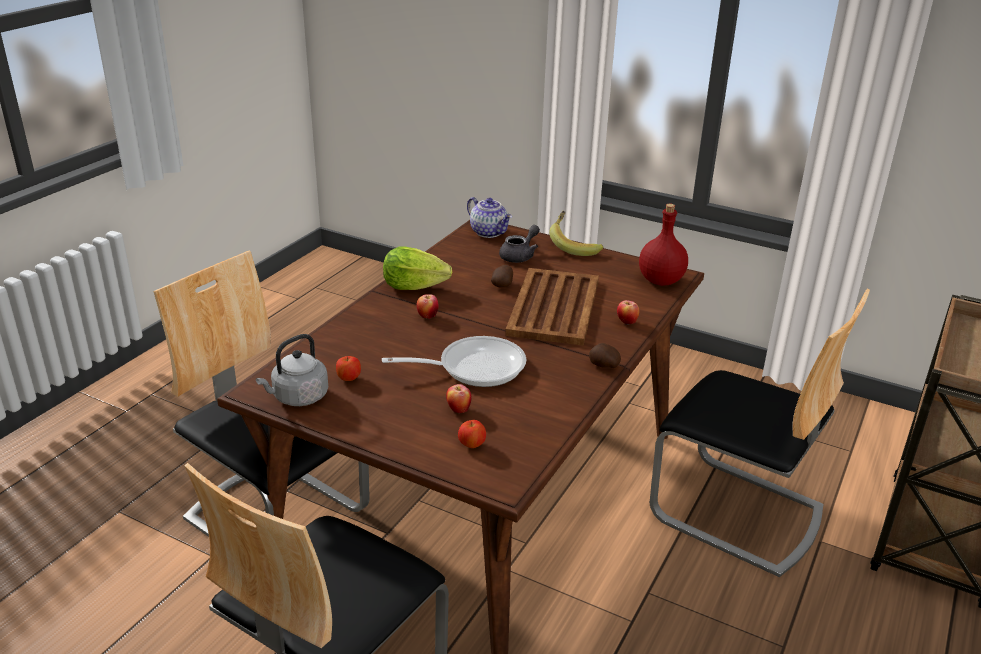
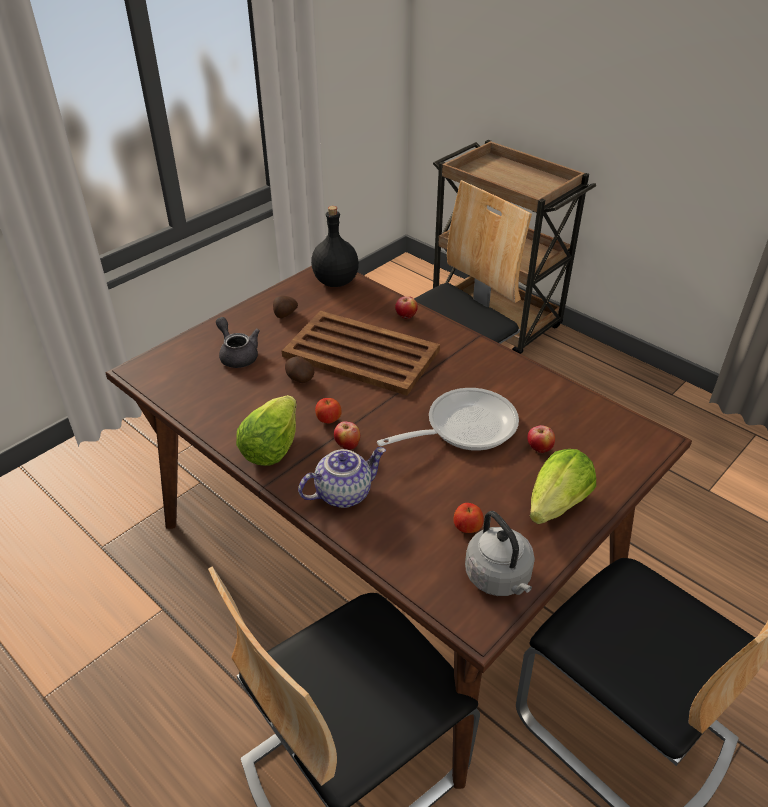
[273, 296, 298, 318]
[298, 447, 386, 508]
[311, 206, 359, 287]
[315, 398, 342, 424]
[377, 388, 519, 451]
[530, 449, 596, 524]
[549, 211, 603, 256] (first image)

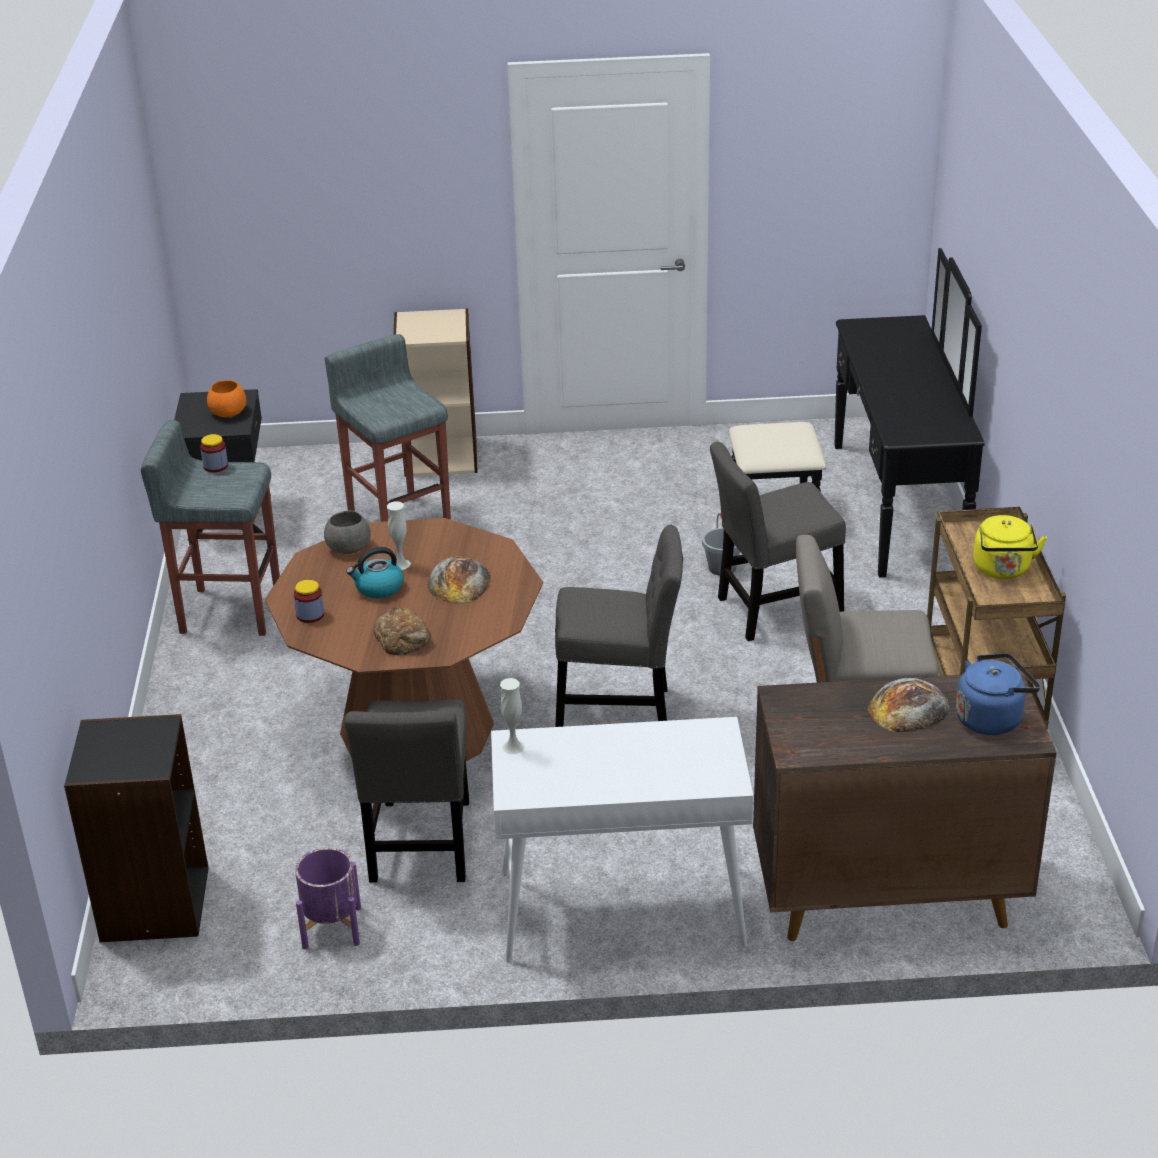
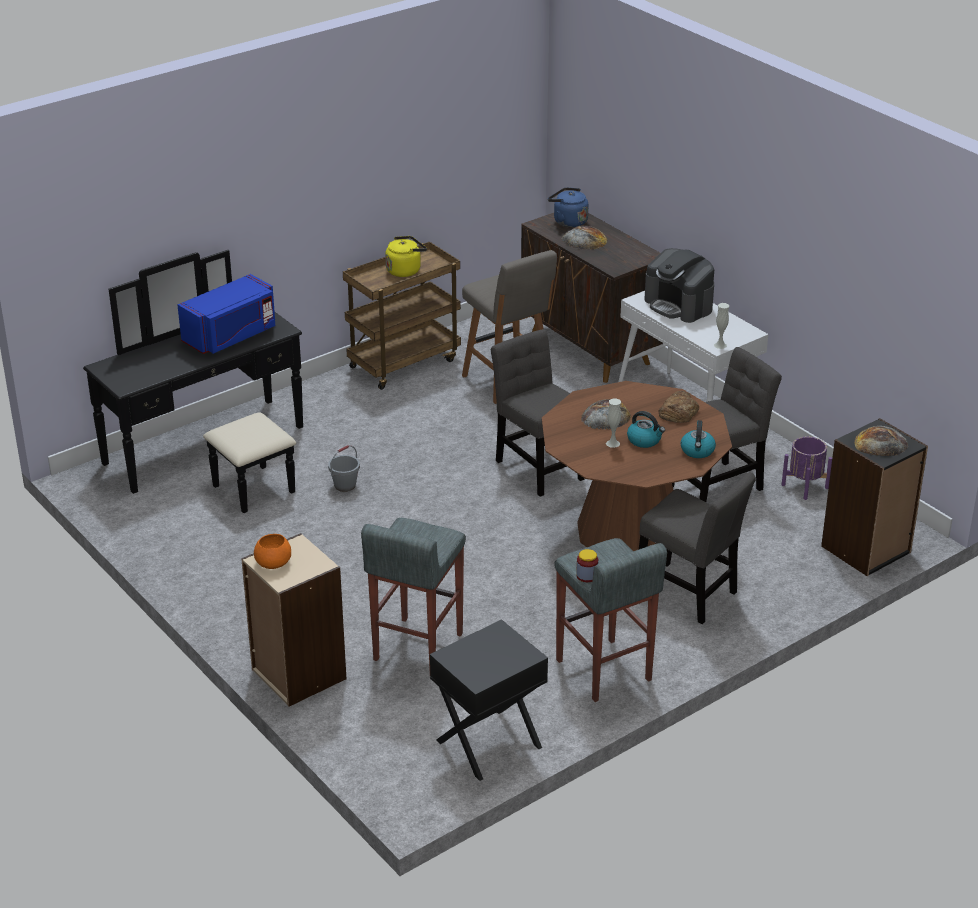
[178, 274, 275, 354]
[254, 534, 291, 569]
[639, 472, 756, 624]
[644, 248, 714, 323]
[681, 420, 716, 458]
[854, 426, 908, 456]
[324, 511, 371, 554] (first image)

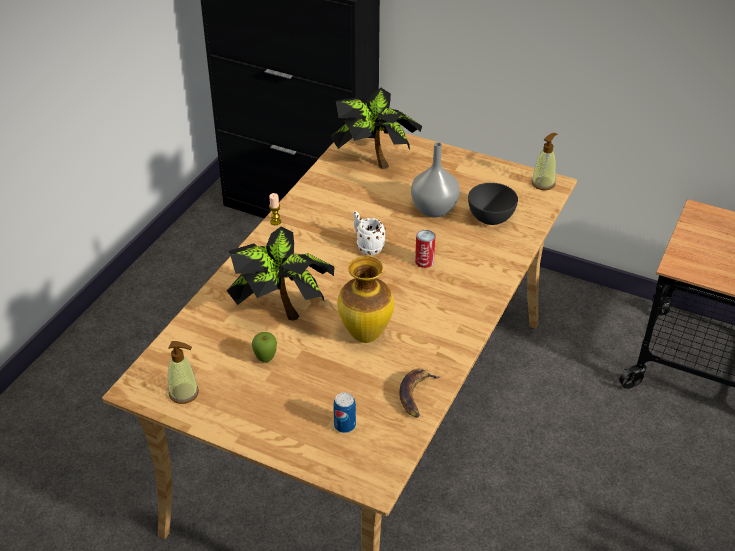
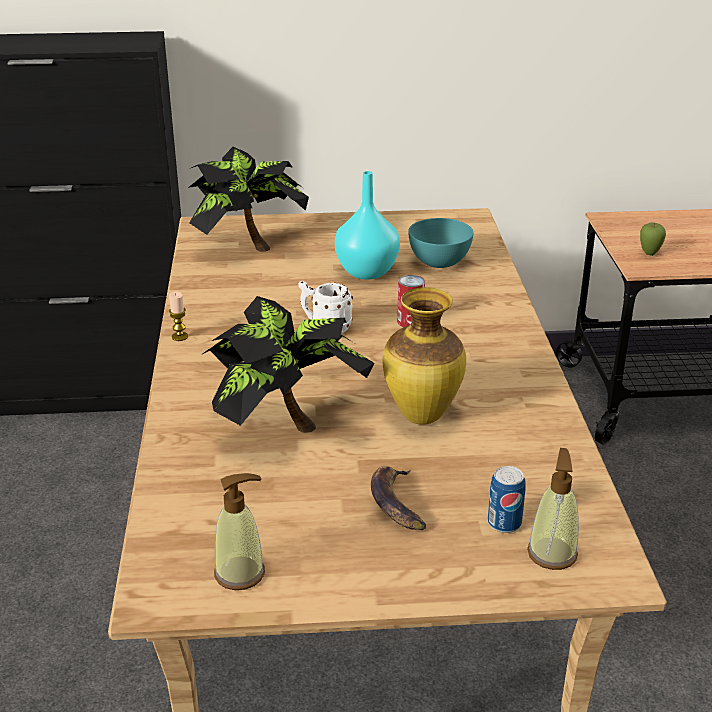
[335, 171, 400, 279]
[371, 466, 426, 530]
[408, 218, 474, 268]
[527, 448, 579, 570]
[640, 223, 666, 256]

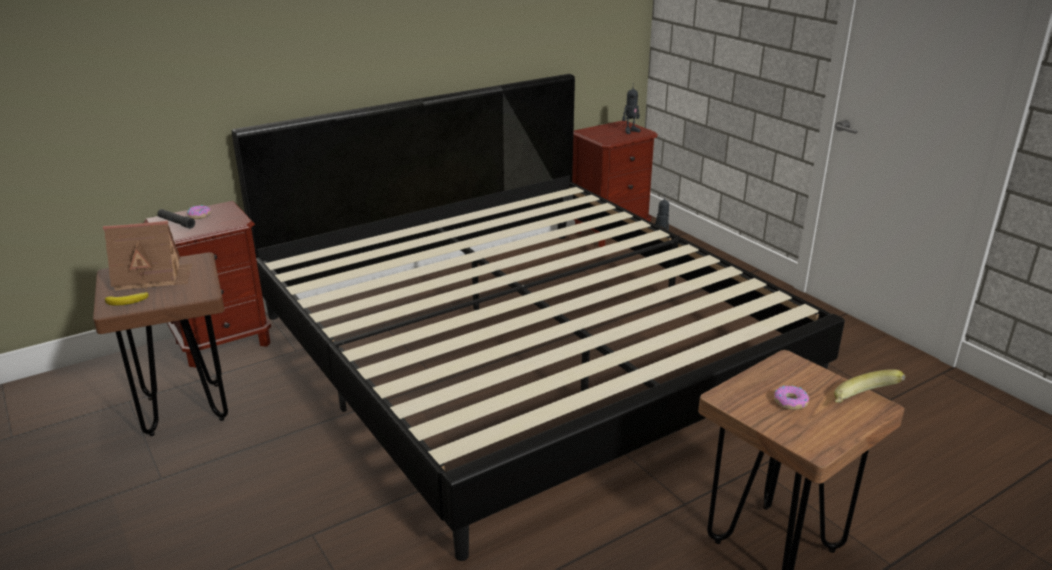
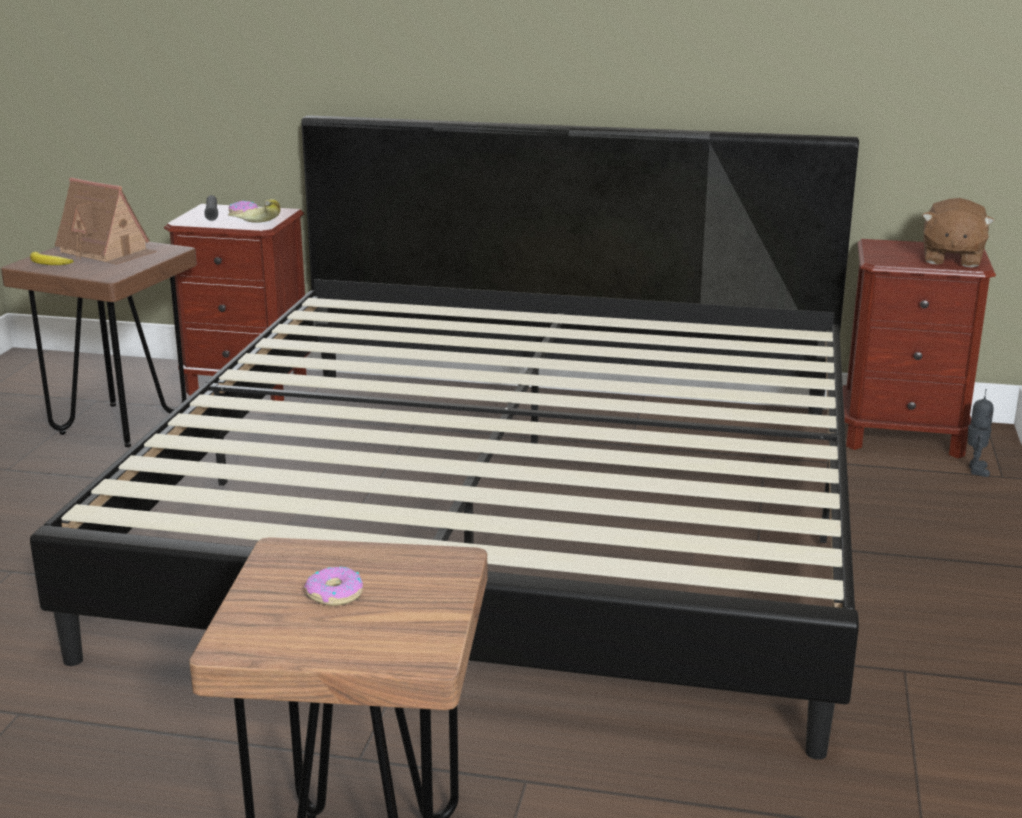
[228, 199, 281, 223]
[922, 198, 994, 267]

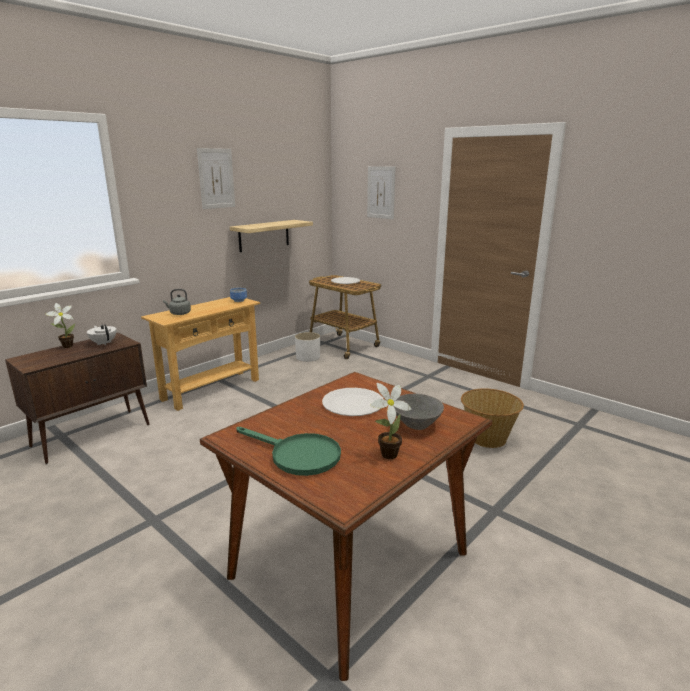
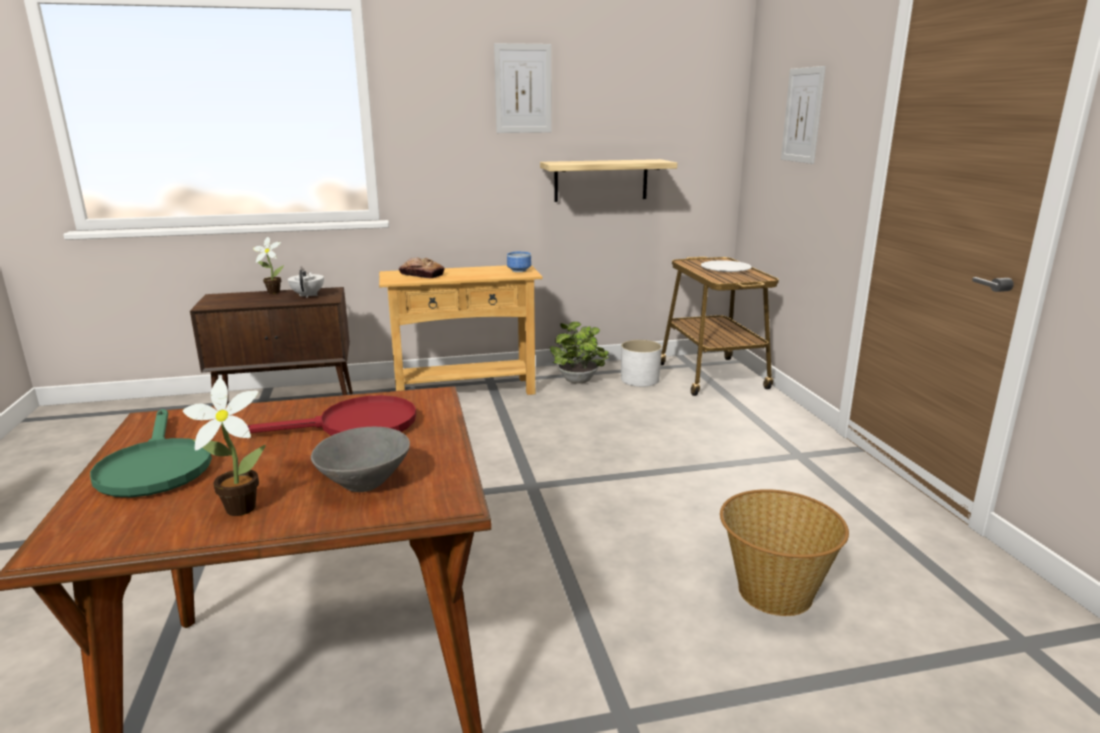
[247, 395, 416, 436]
[399, 257, 445, 278]
[550, 322, 610, 384]

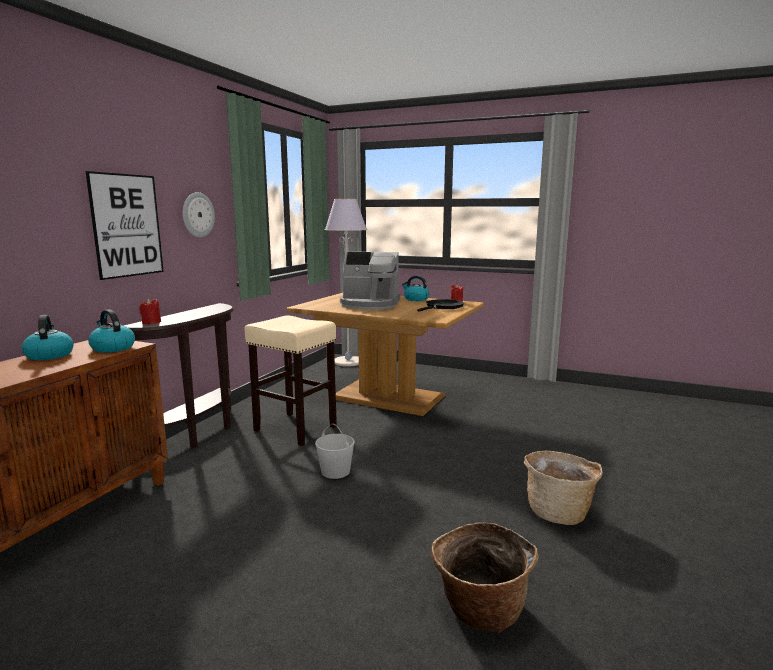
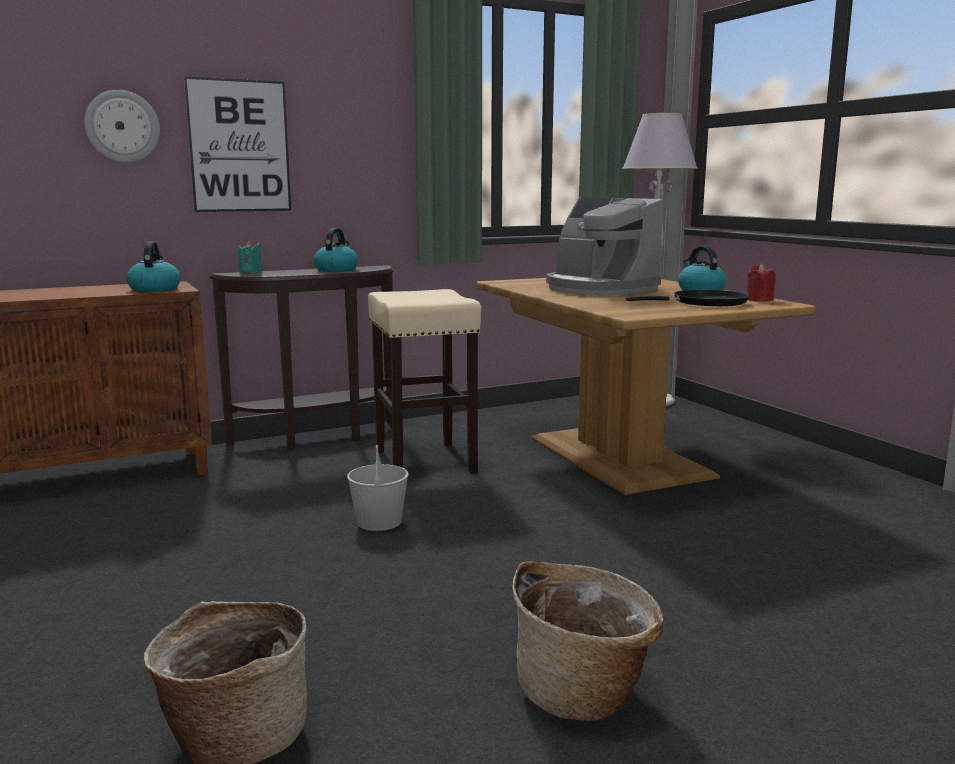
[84, 90, 160, 163]
[238, 241, 262, 274]
[314, 228, 358, 272]

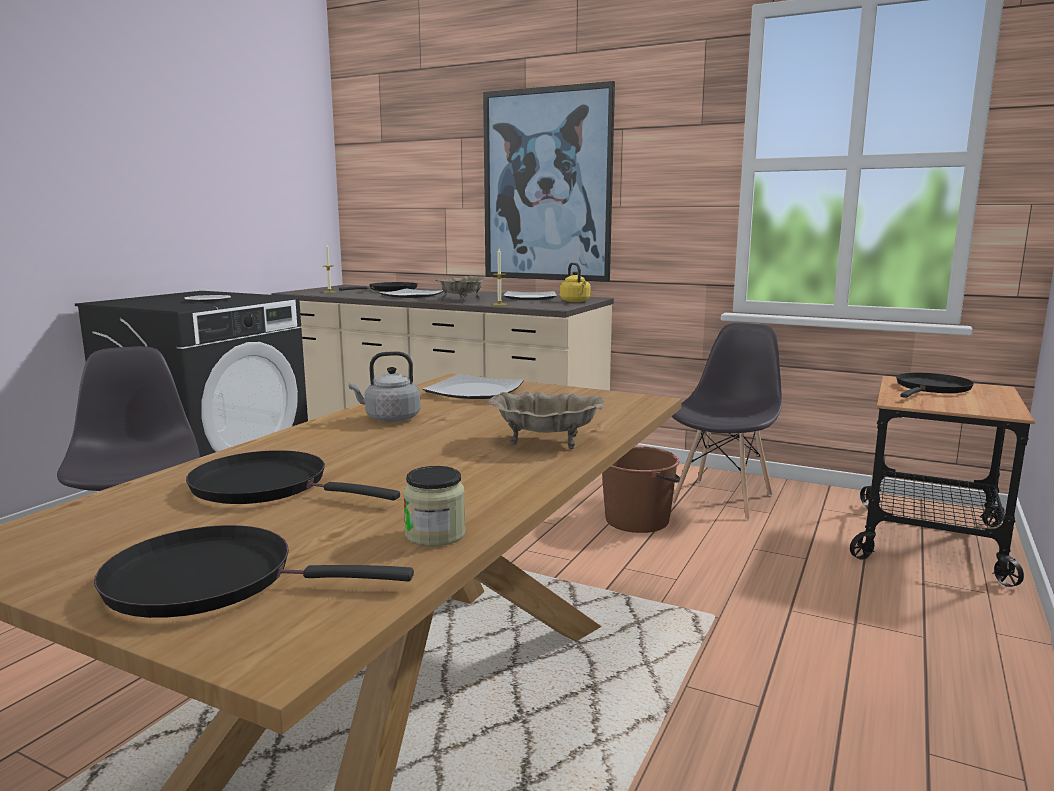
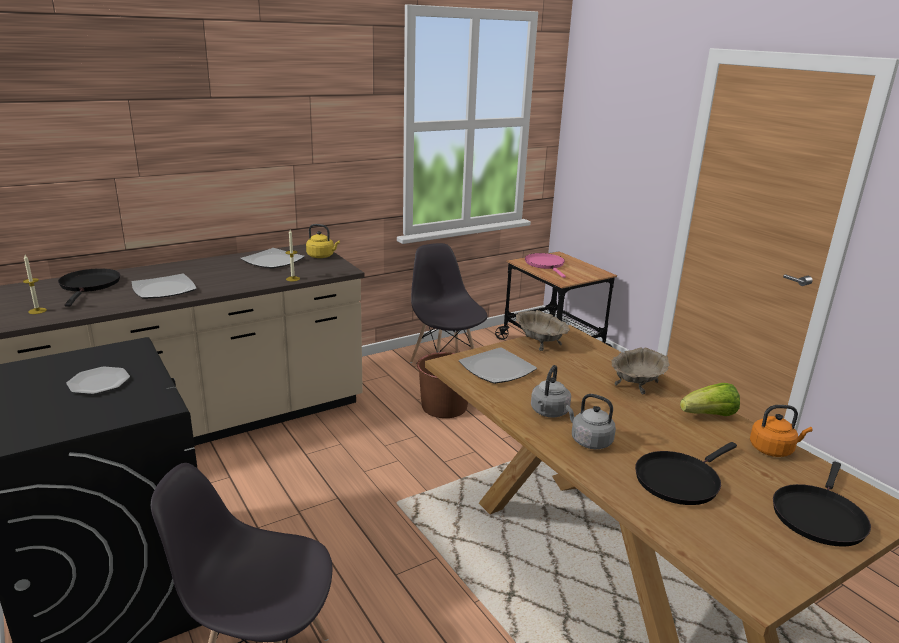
[516, 310, 570, 351]
[525, 253, 566, 278]
[566, 394, 616, 449]
[680, 383, 740, 416]
[750, 405, 813, 457]
[483, 81, 615, 282] (first image)

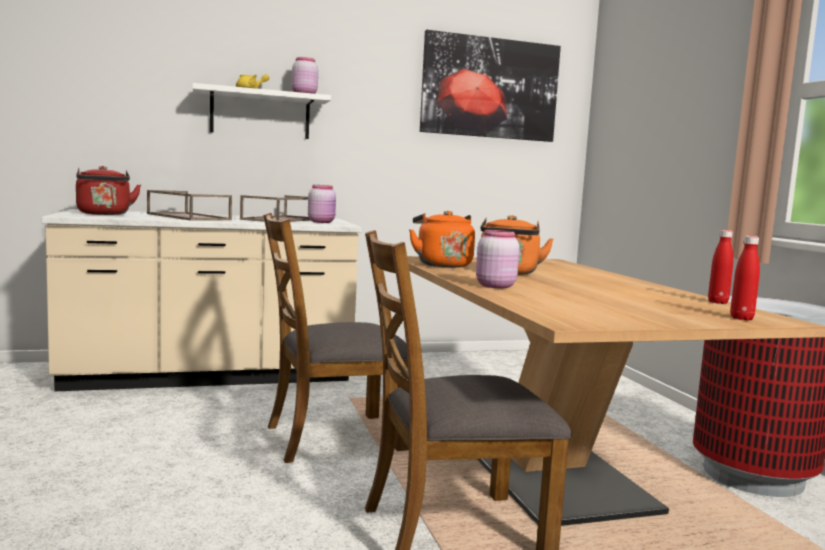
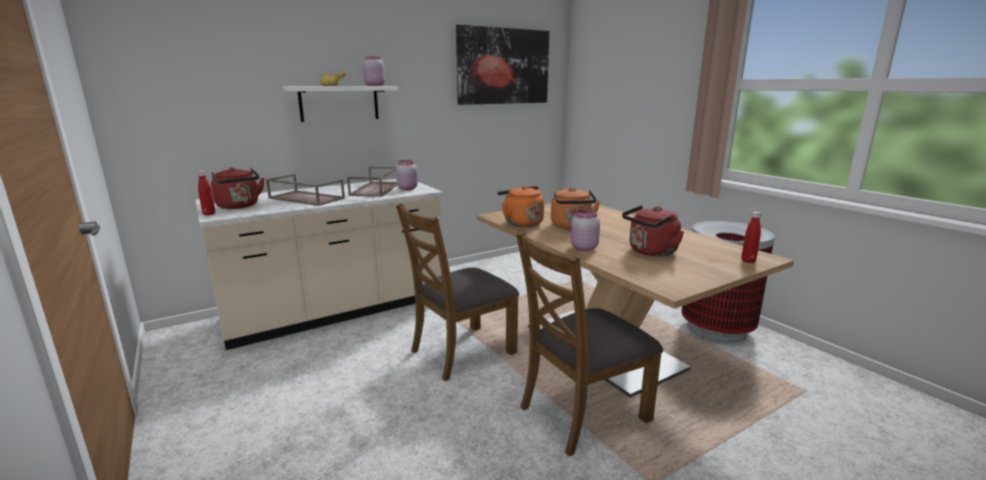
[198, 171, 215, 215]
[622, 205, 684, 256]

